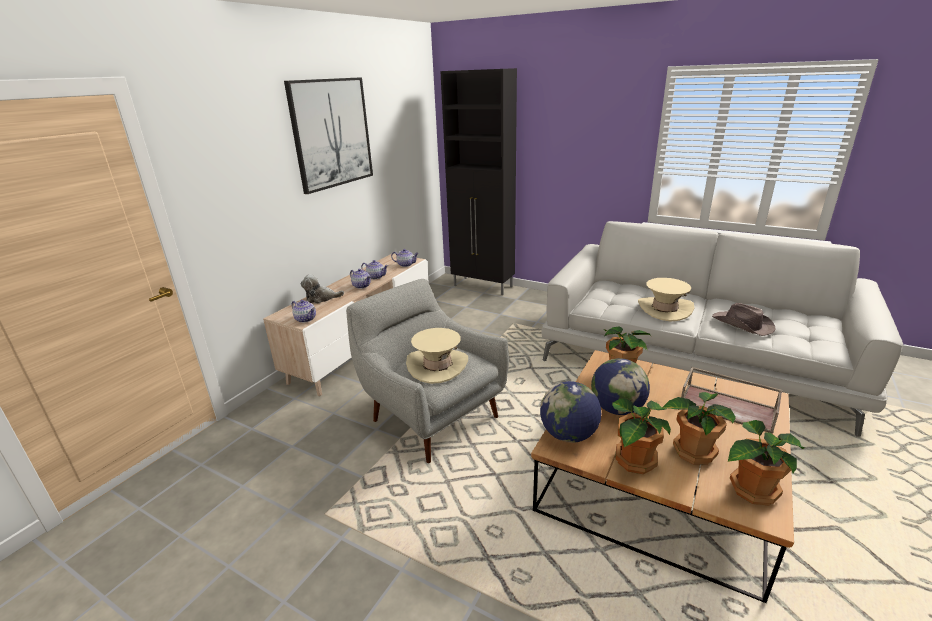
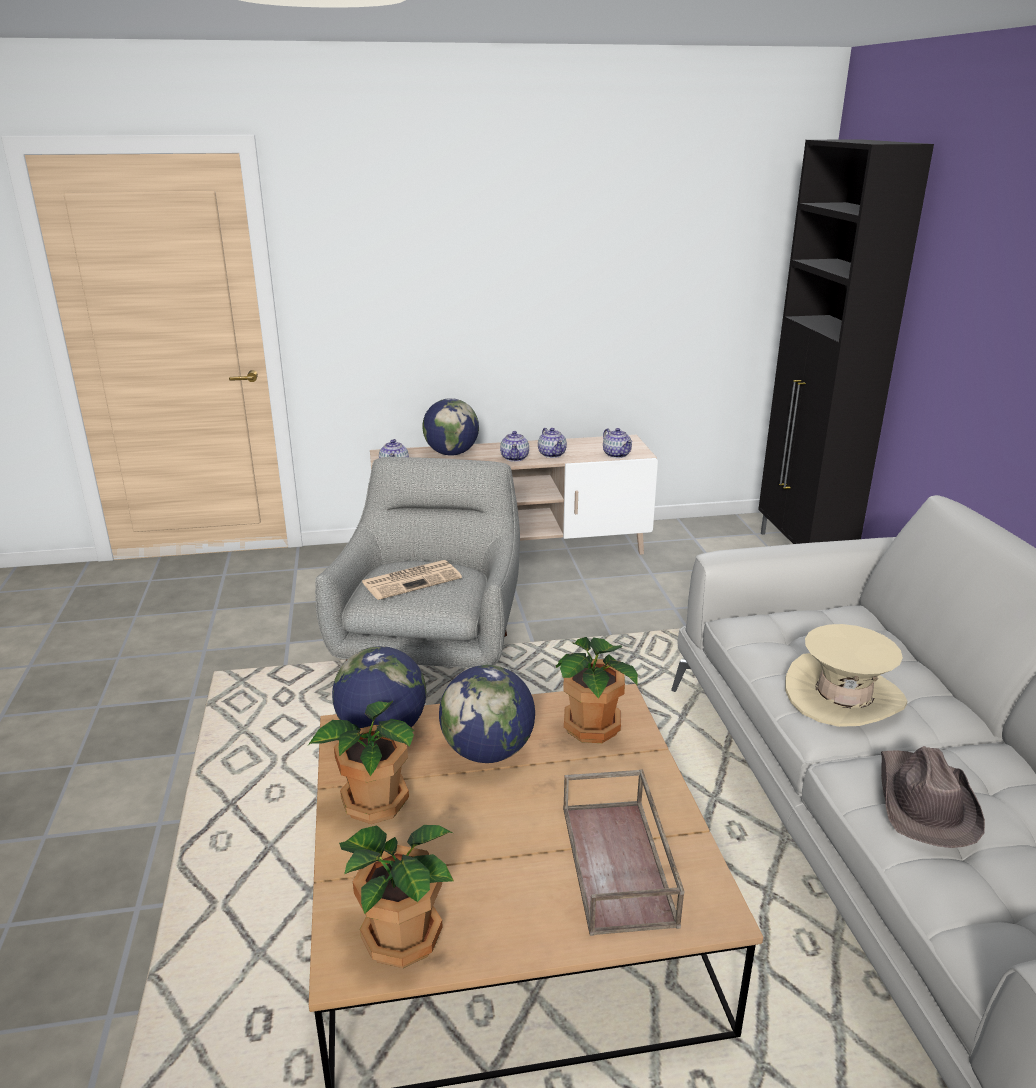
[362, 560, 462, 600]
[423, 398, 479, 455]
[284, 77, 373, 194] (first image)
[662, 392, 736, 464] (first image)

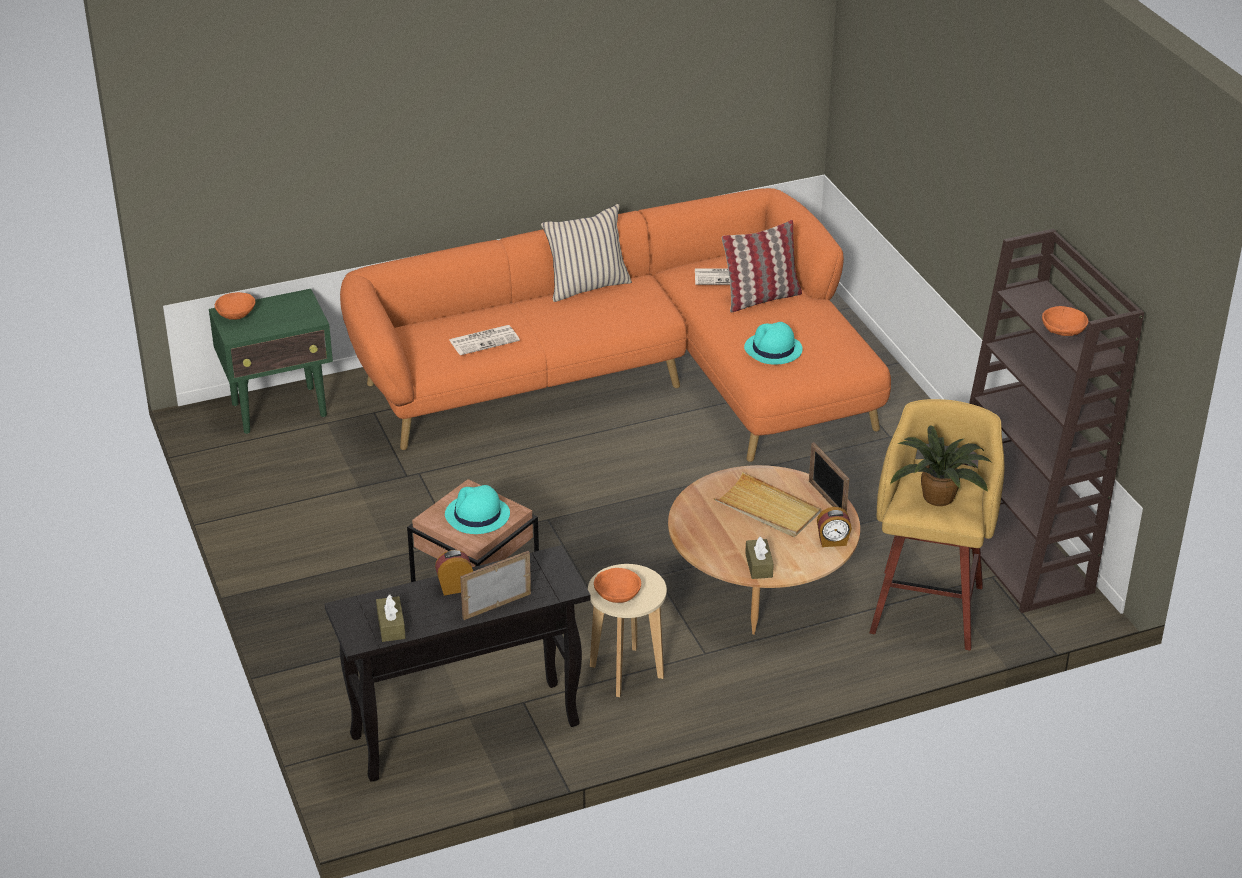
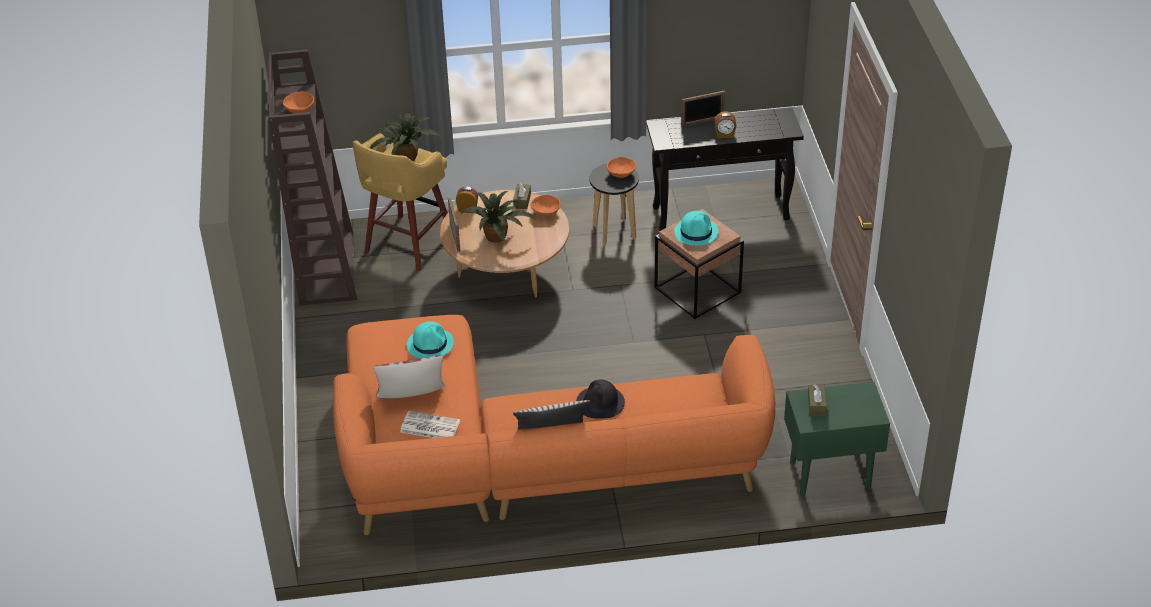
[461, 191, 536, 243]
[531, 195, 561, 216]
[576, 380, 625, 419]
[590, 164, 639, 246]
[808, 384, 827, 416]
[449, 325, 520, 355] (first image)

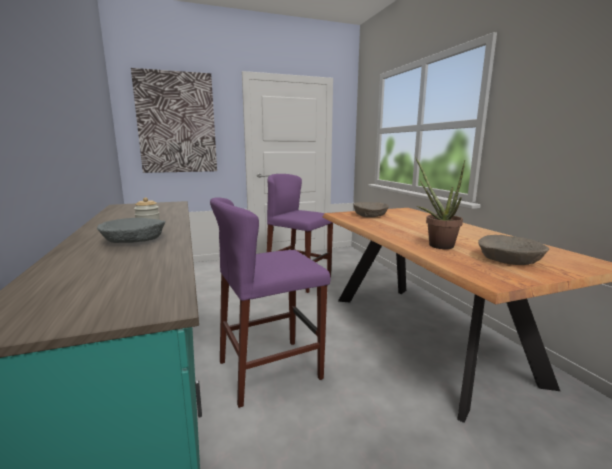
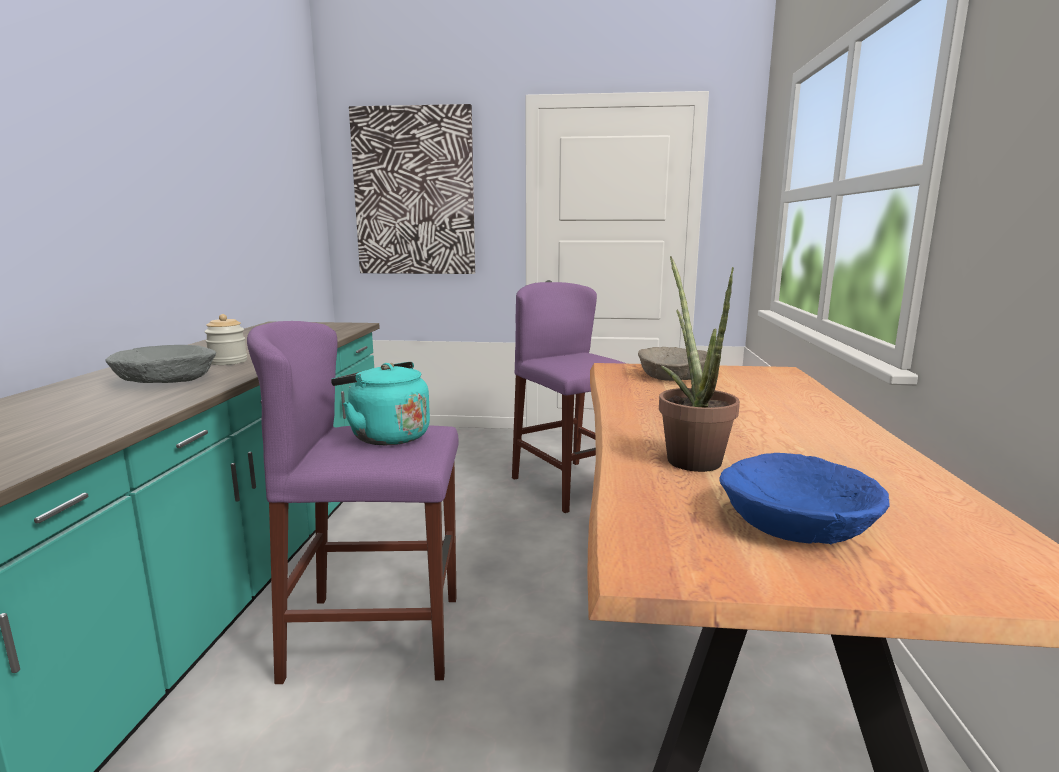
[331, 362, 430, 445]
[720, 453, 890, 544]

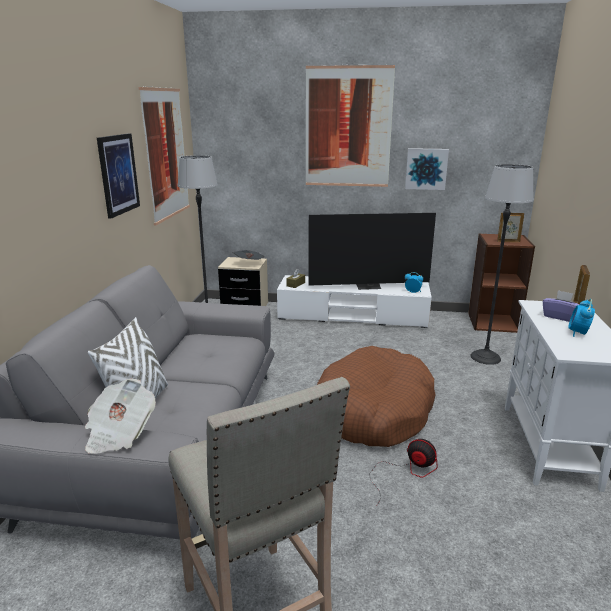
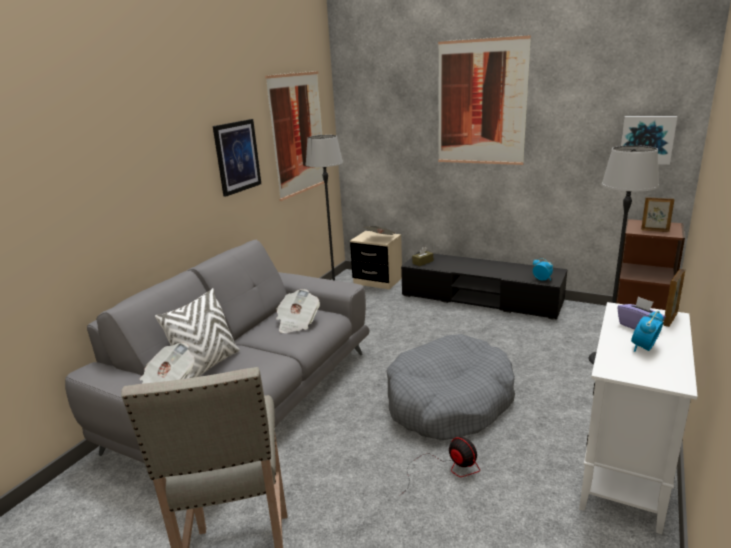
[276, 289, 320, 333]
[387, 334, 515, 440]
[401, 252, 567, 320]
[621, 116, 677, 165]
[308, 213, 436, 290] (first image)

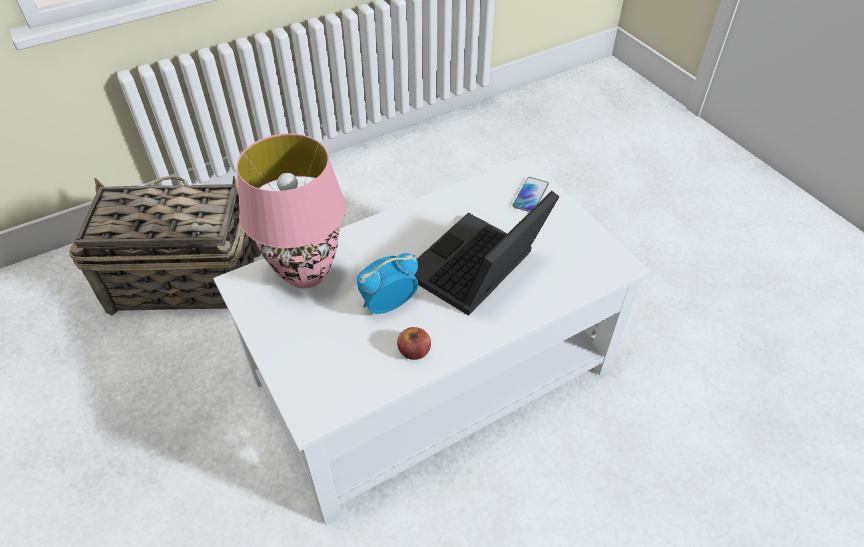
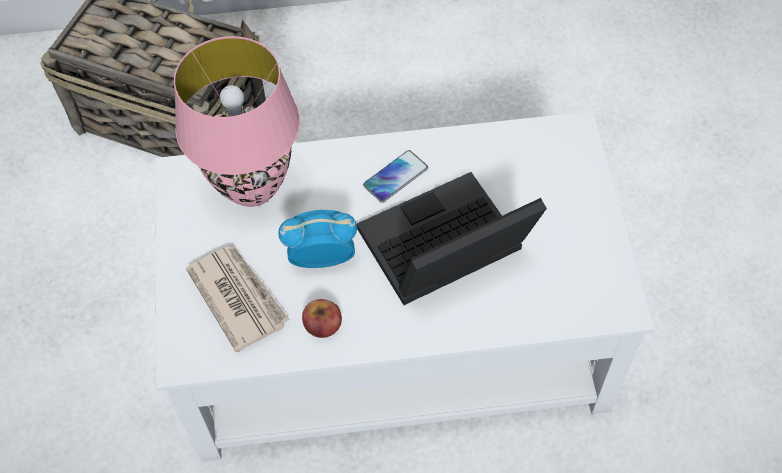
[186, 245, 290, 352]
[363, 150, 428, 203]

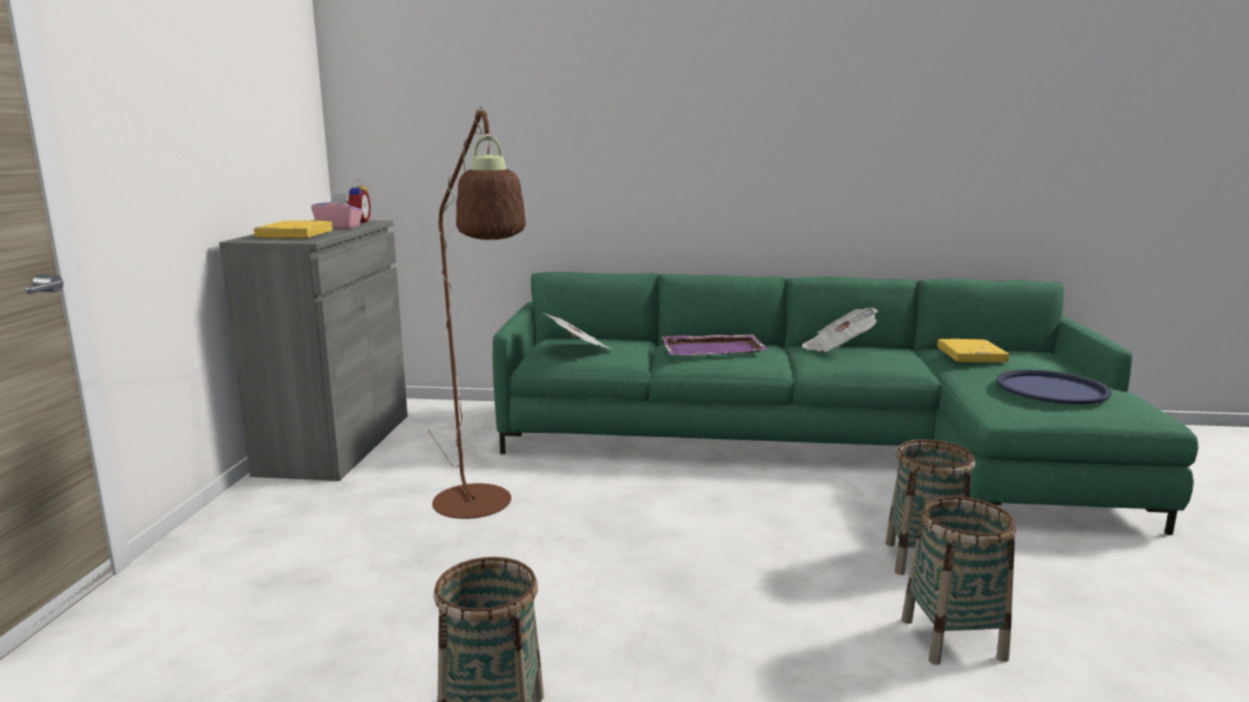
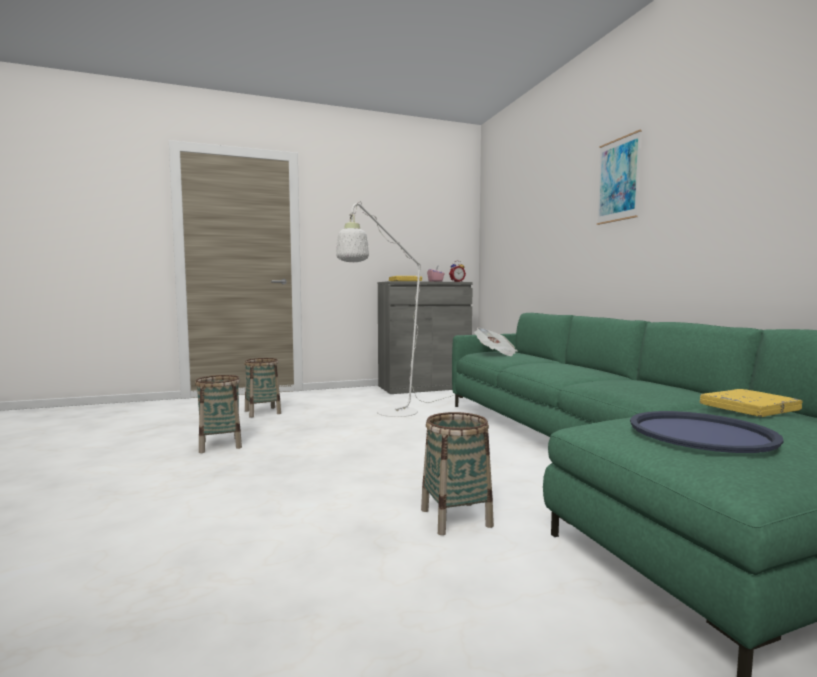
[244, 358, 281, 418]
[336, 201, 454, 417]
[597, 130, 641, 225]
[661, 334, 769, 355] (first image)
[802, 308, 878, 352] (first image)

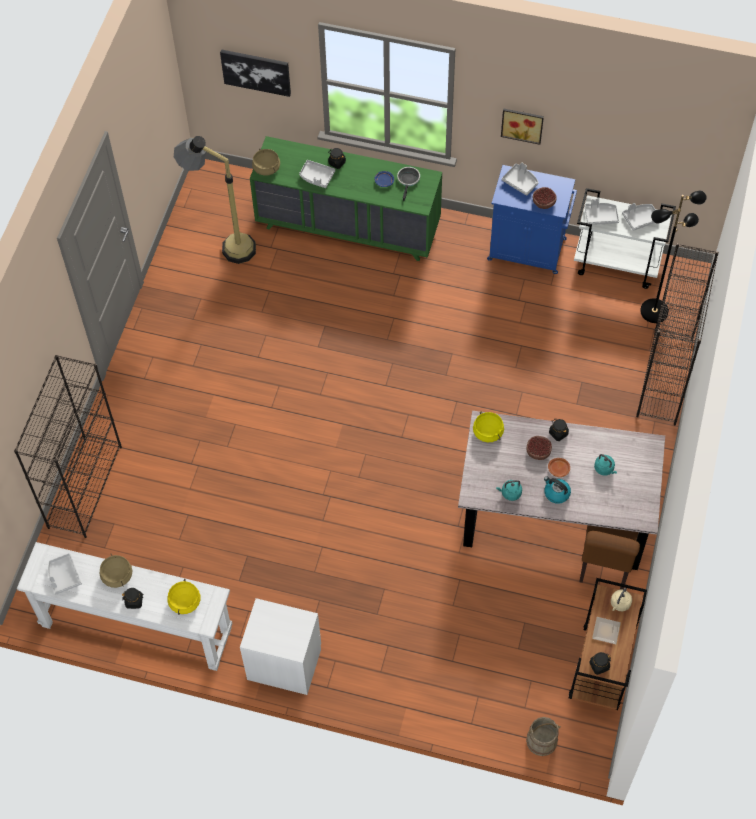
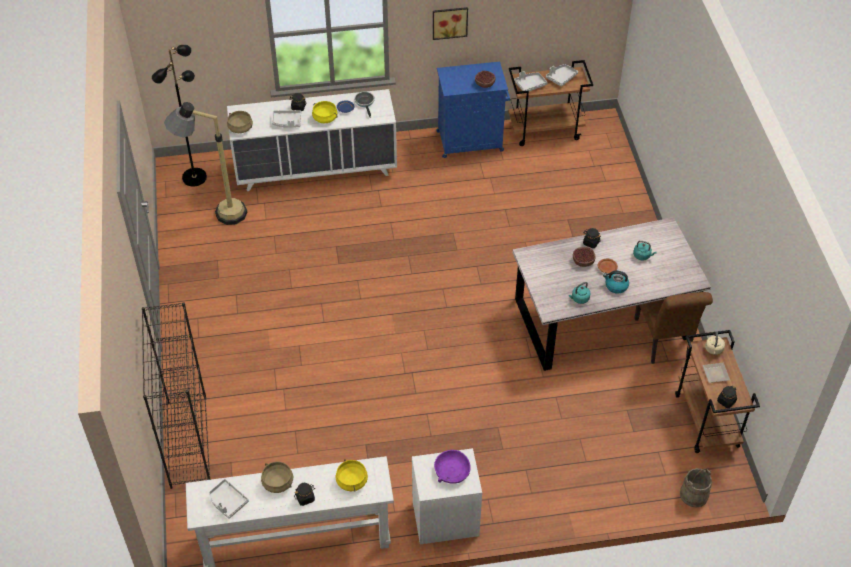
[152, 45, 207, 187]
[227, 89, 397, 191]
[312, 101, 338, 123]
[434, 450, 471, 484]
[508, 60, 593, 146]
[220, 49, 291, 97] (first image)
[502, 163, 538, 196] (first image)
[636, 243, 719, 426] (first image)

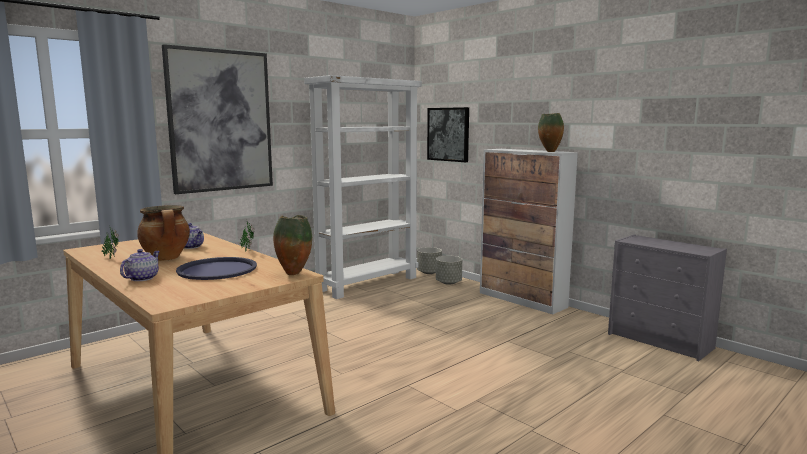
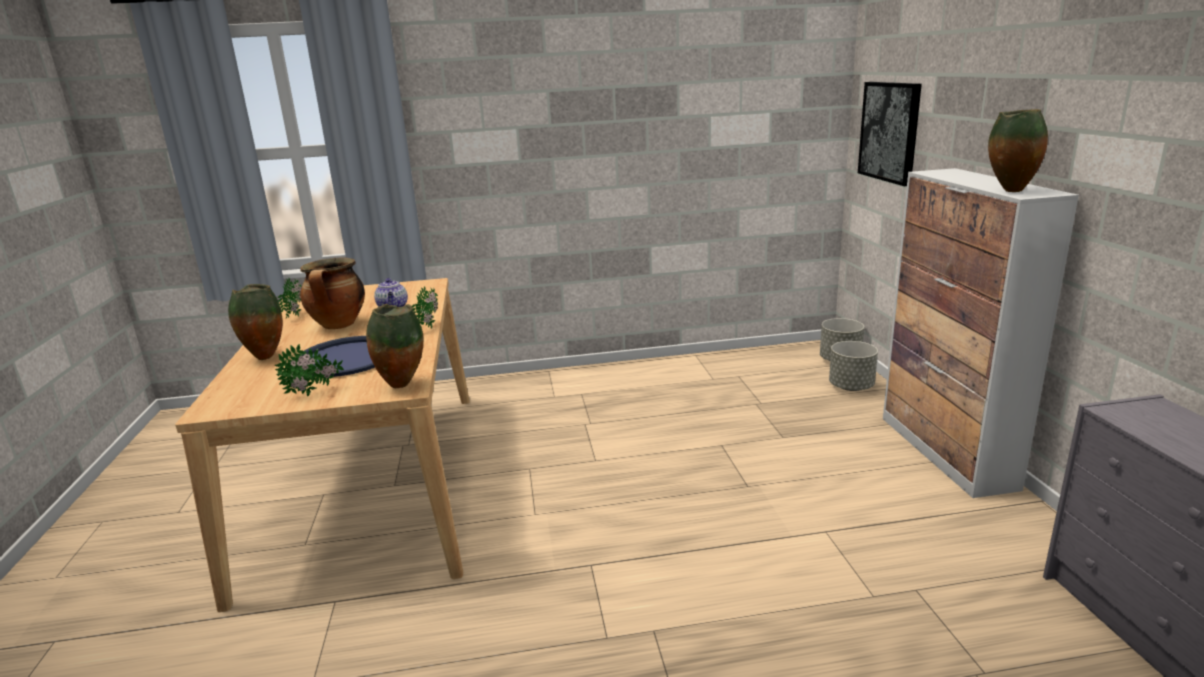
[228, 284, 283, 360]
[275, 344, 344, 396]
[162, 44, 273, 194] (first image)
[304, 75, 422, 299] (first image)

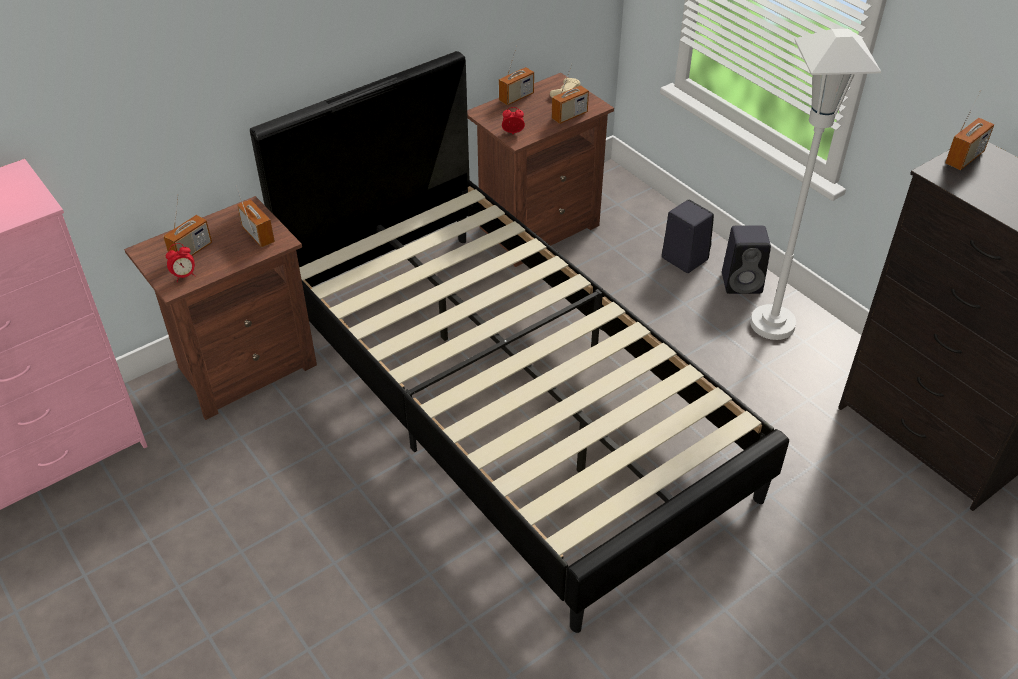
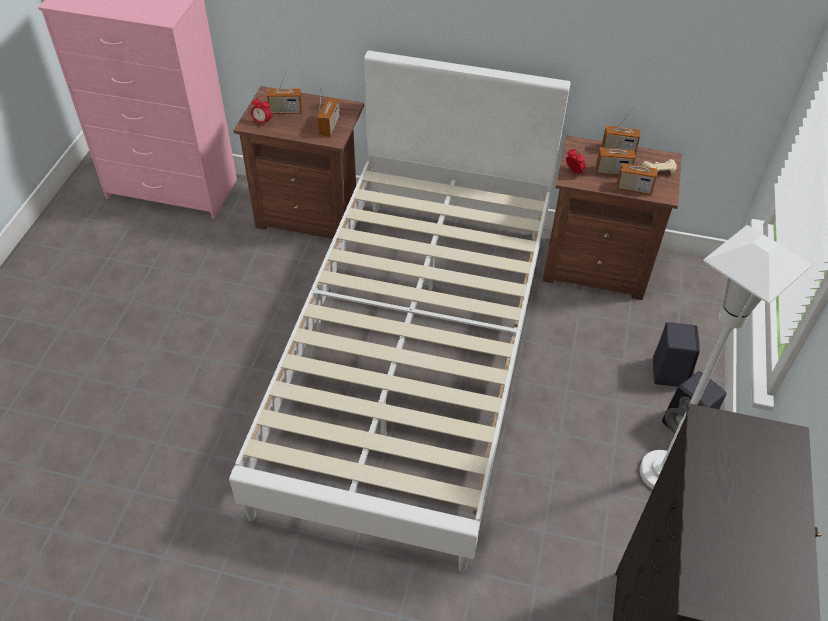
[229, 50, 571, 572]
[596, 127, 635, 175]

